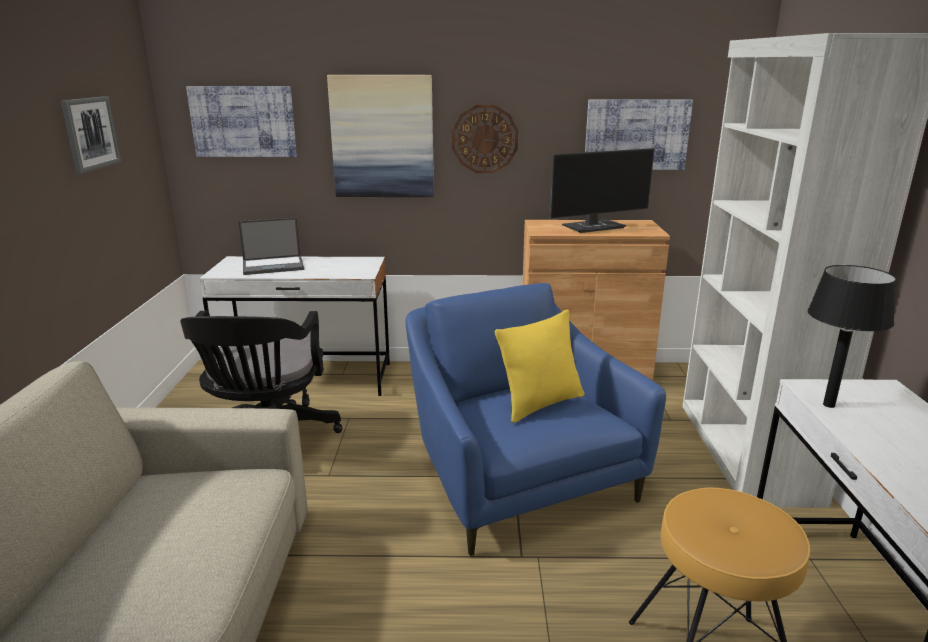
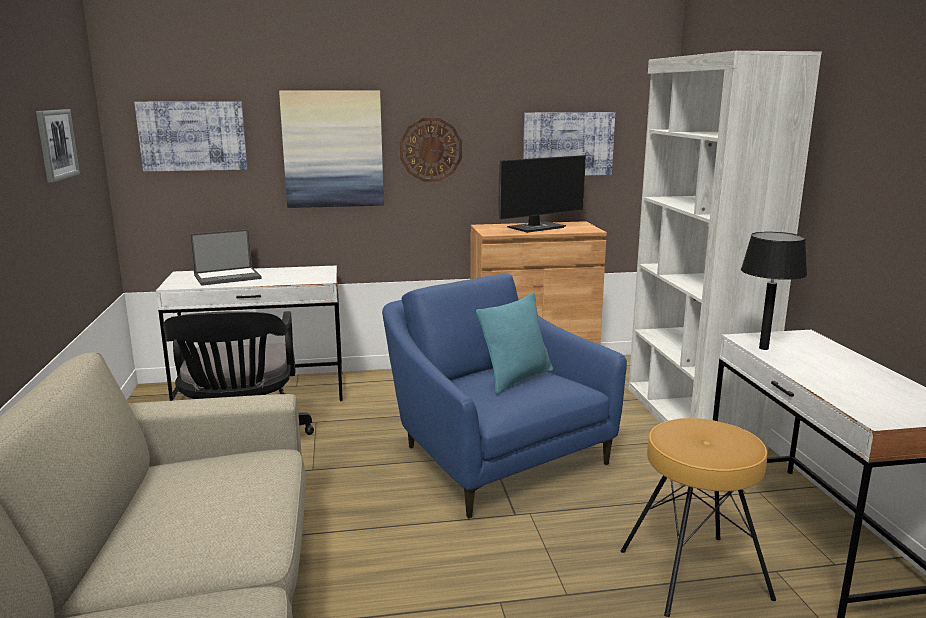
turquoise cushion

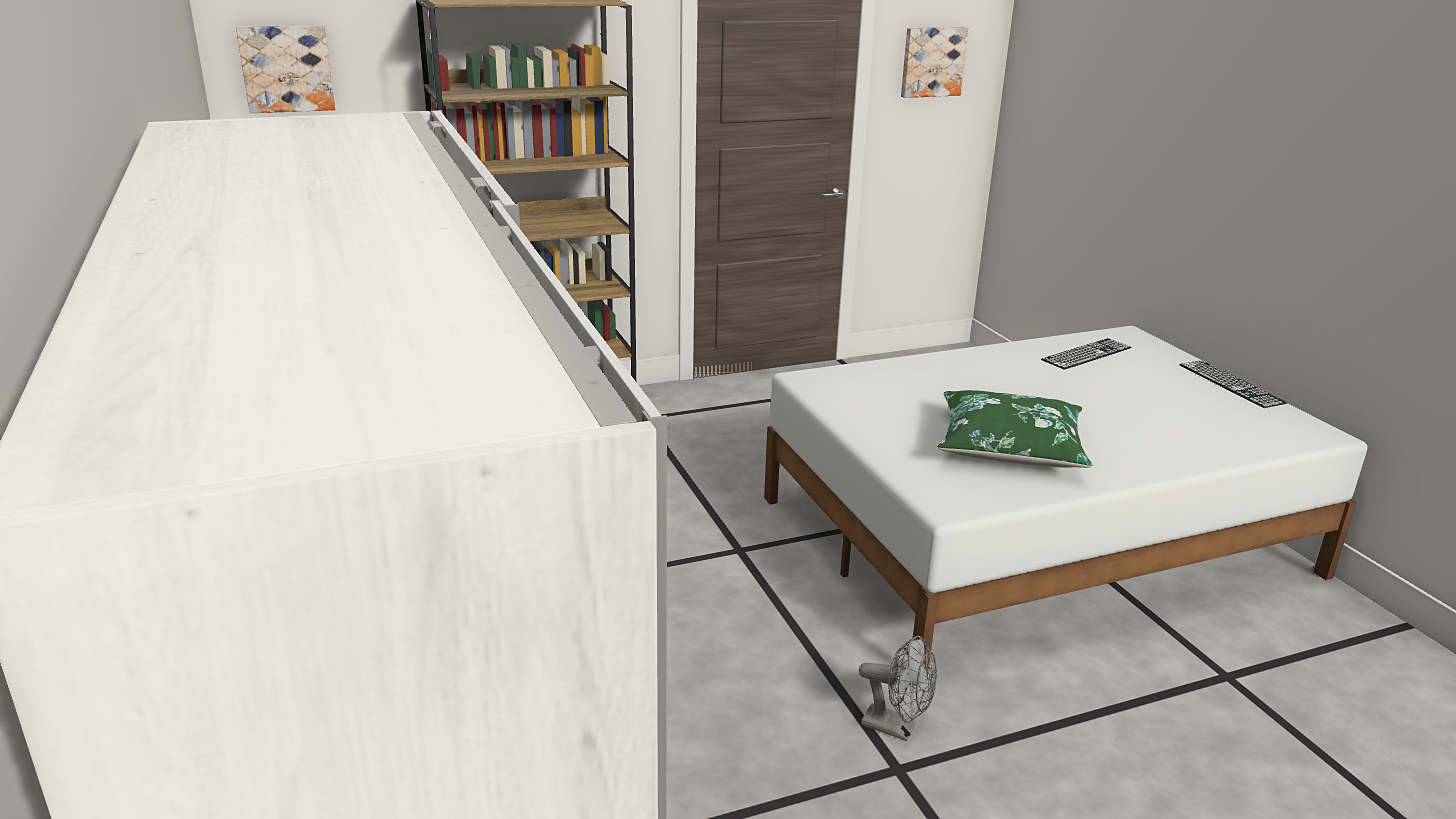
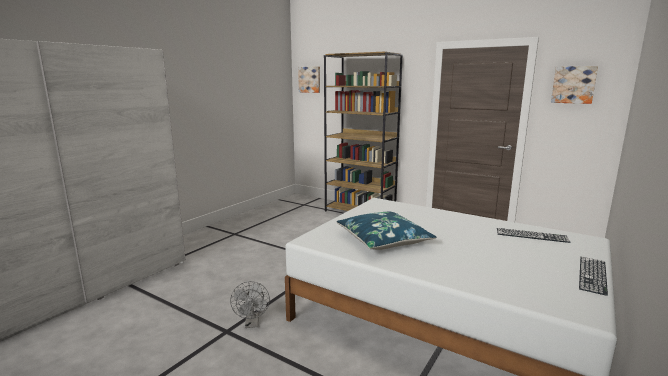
bluish cushion

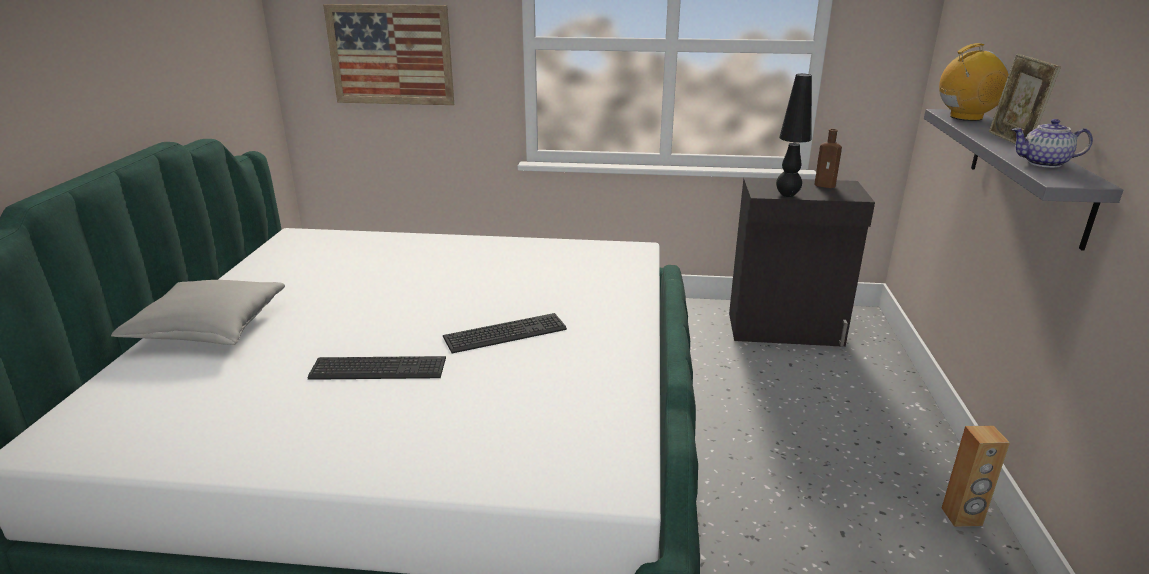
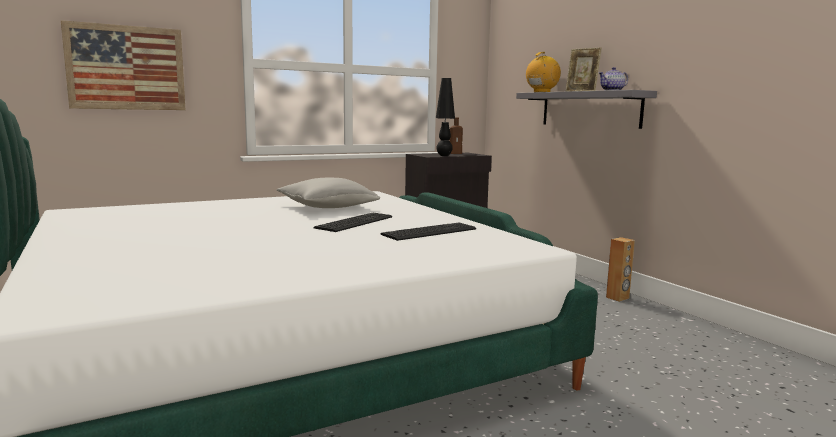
gray cushion
computer keyboard (2nd from left)

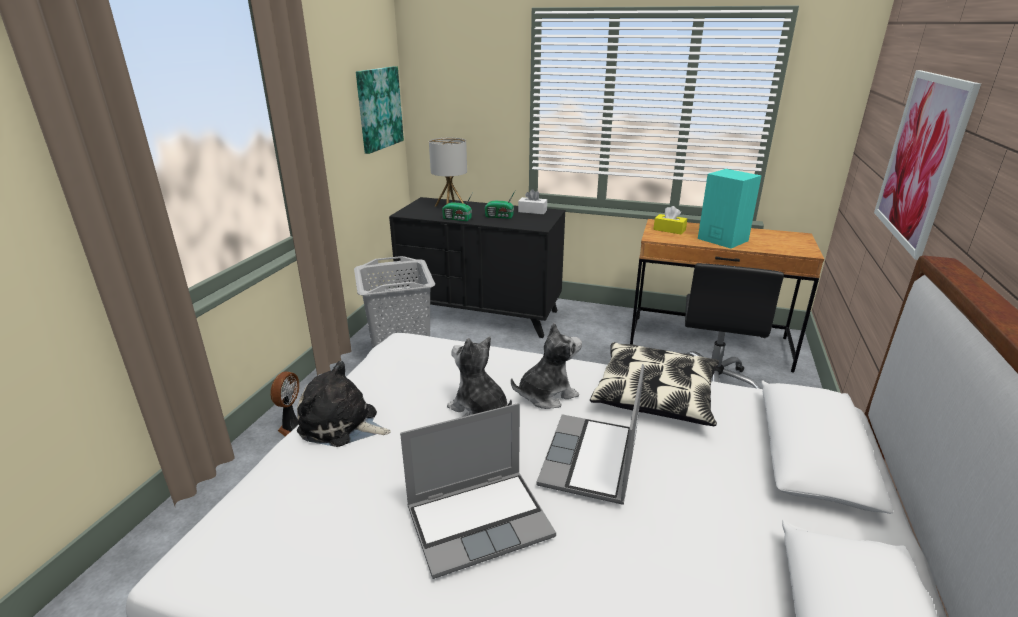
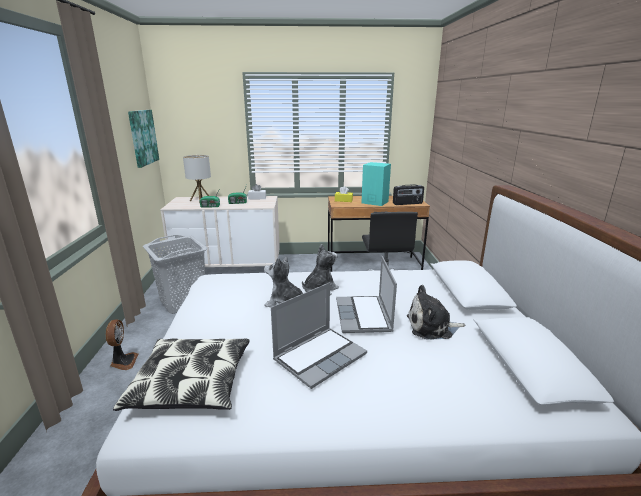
wall art (2nd from left in the first image)
beige dresser
cushion
plush toy (3rd from left)
radio receiver (3rd from left)

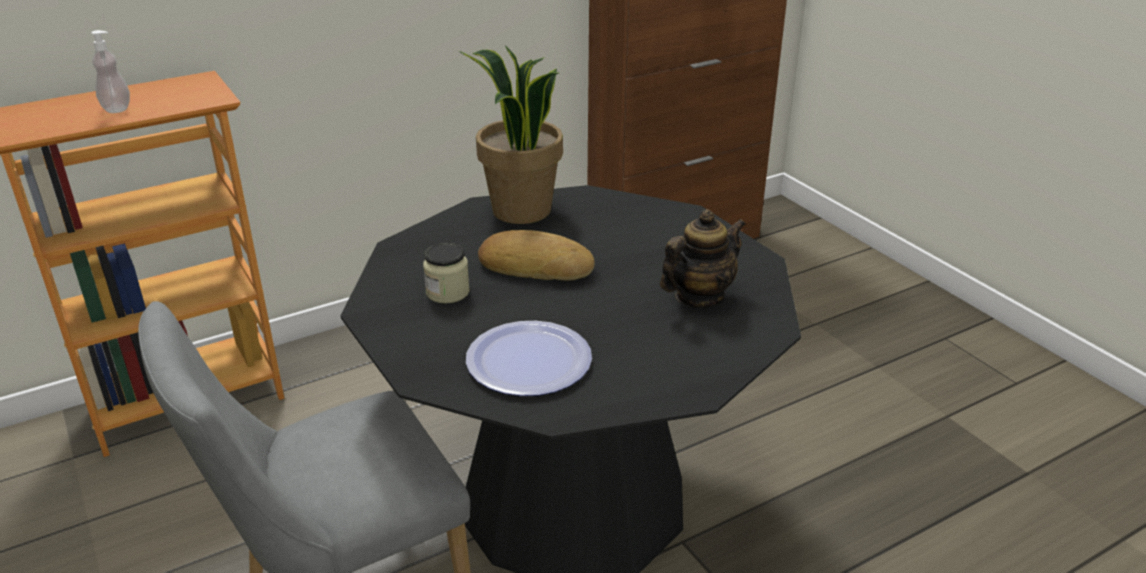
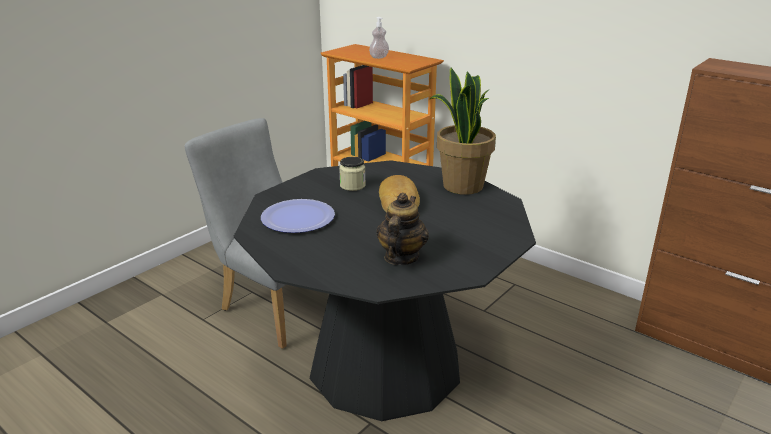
tea pot

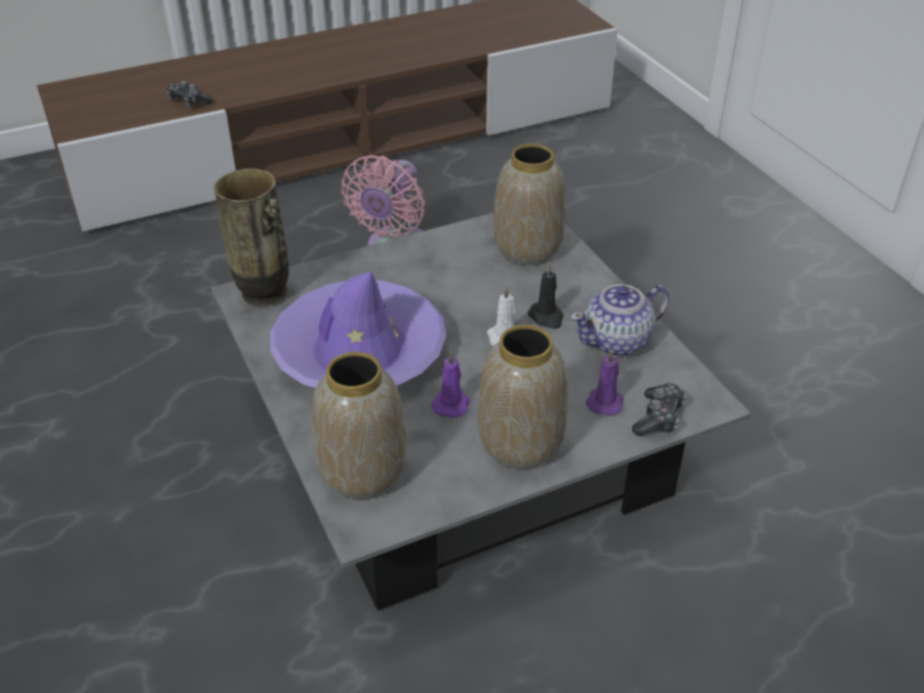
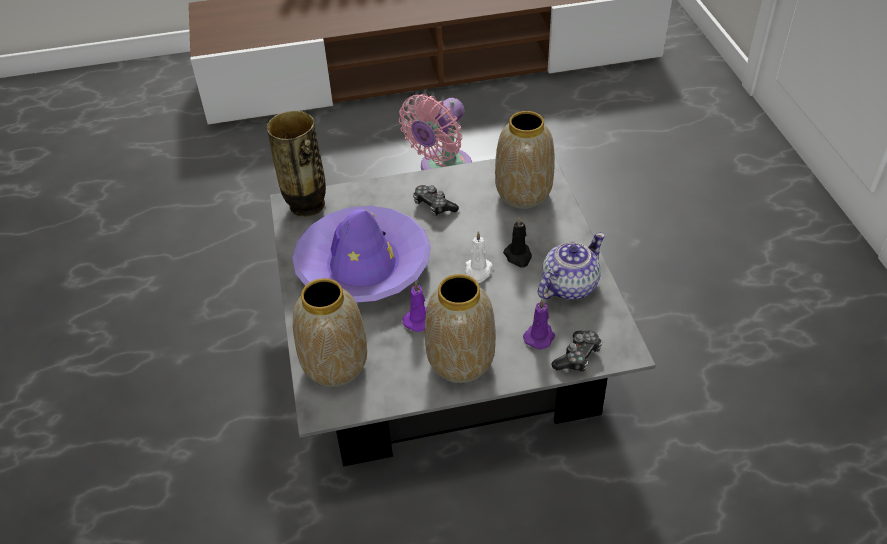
game controller (1st from left)
tea pot

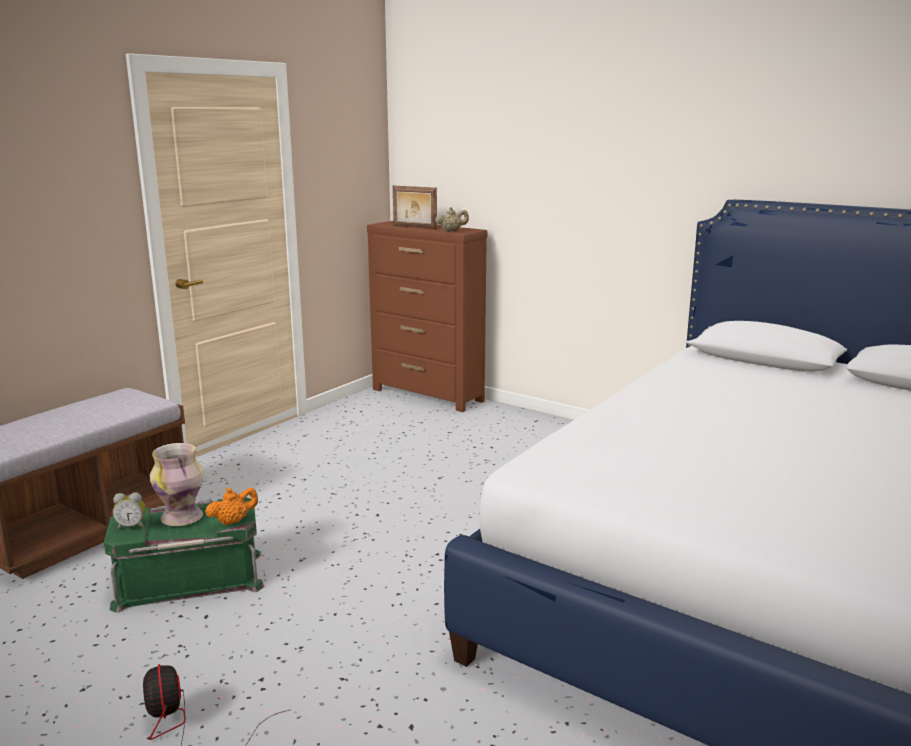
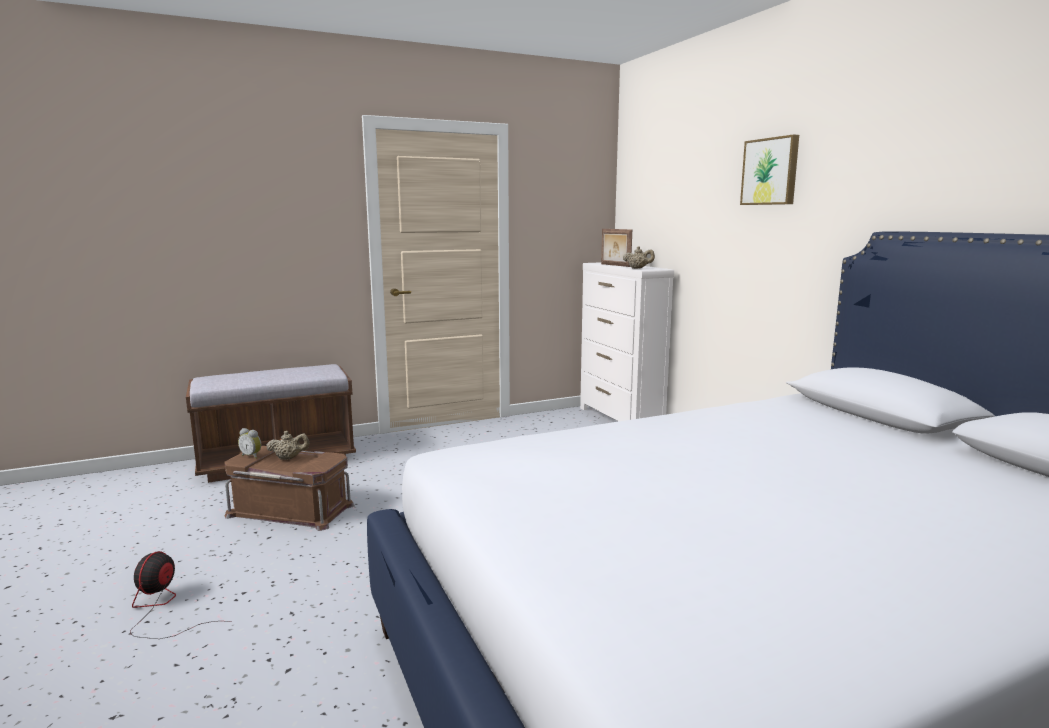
white-coloured dresser
beige tea pot (1st from left)
orange tea pot
brown-coloured storage bin
wall art

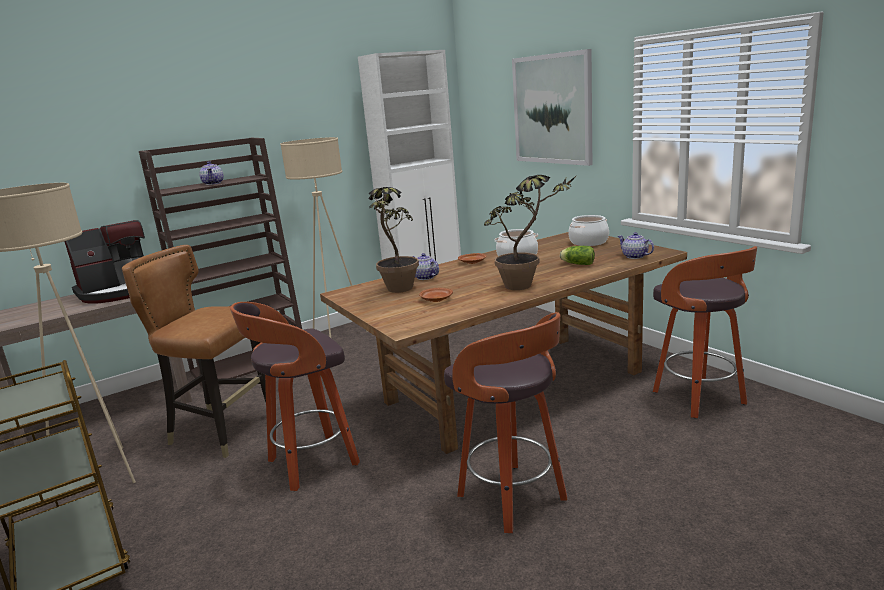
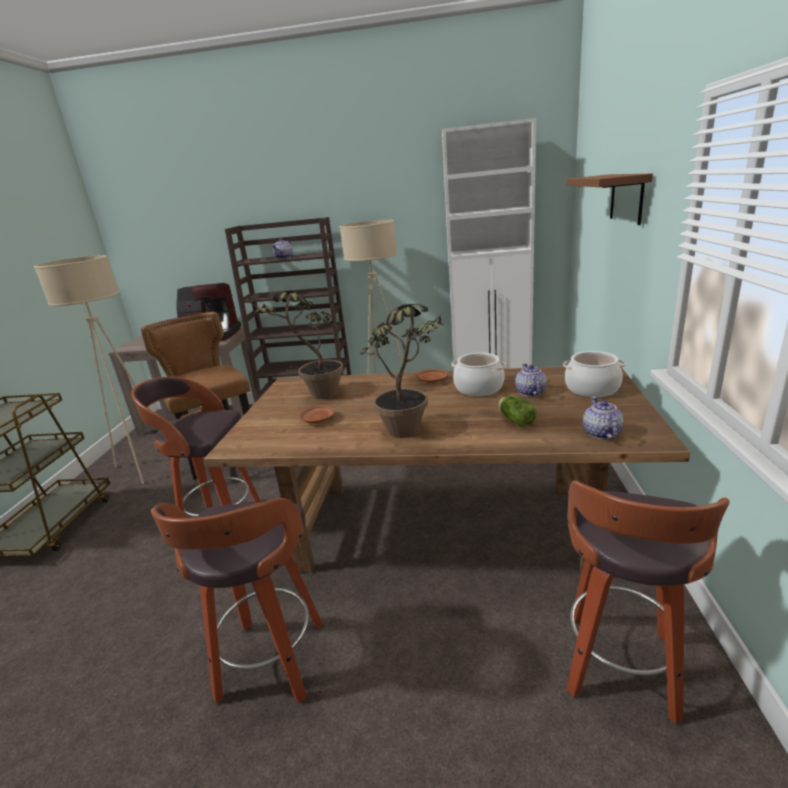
brown-coloured shelf
tea pot (2nd from left)

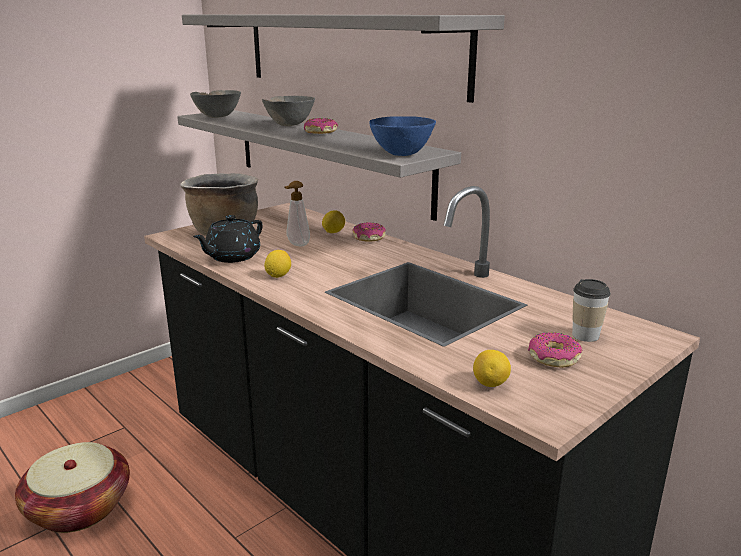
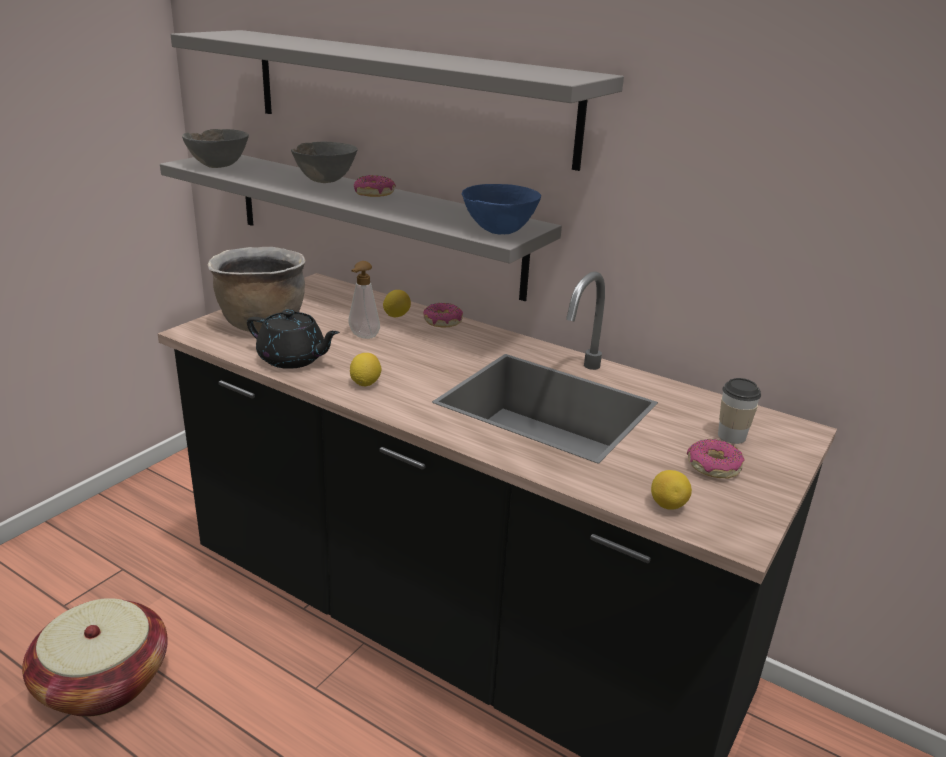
black tea pot

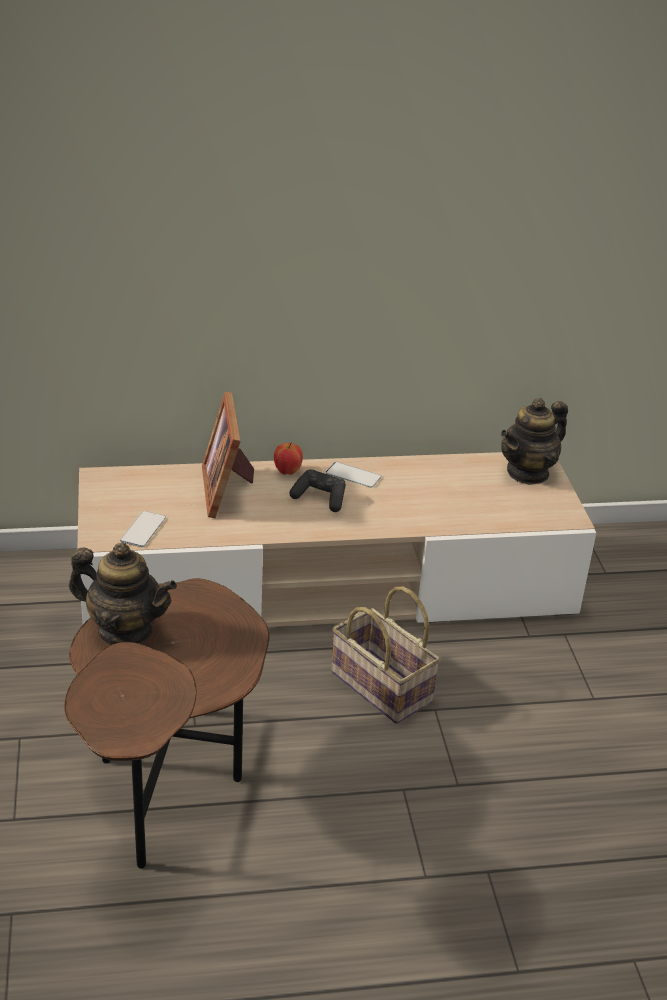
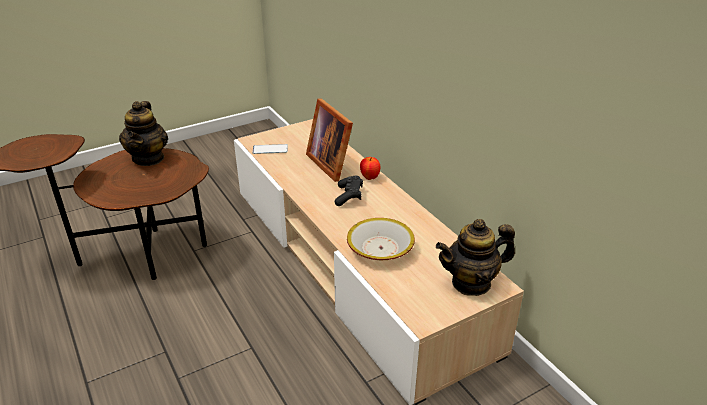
standing frame
tea pot (2nd from left)
handset (2nd from left in the first image)
household basket
deep dish

